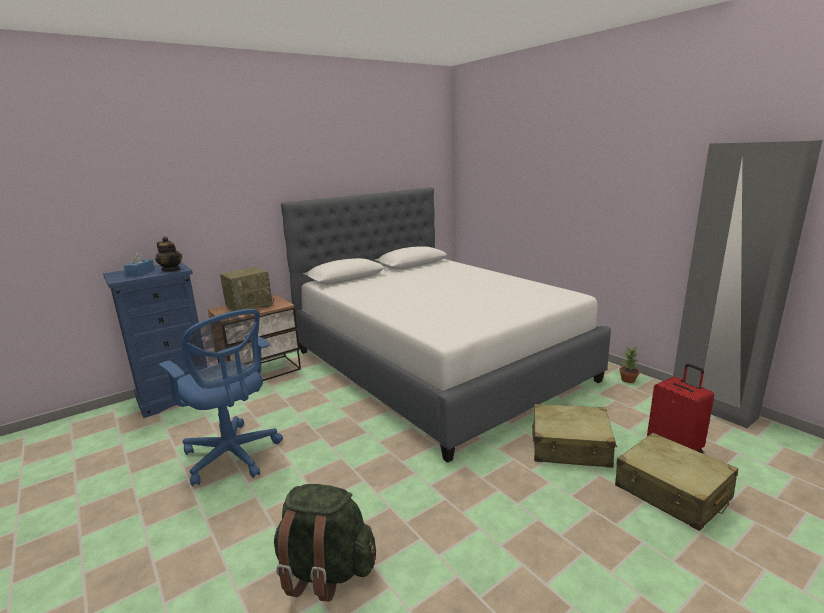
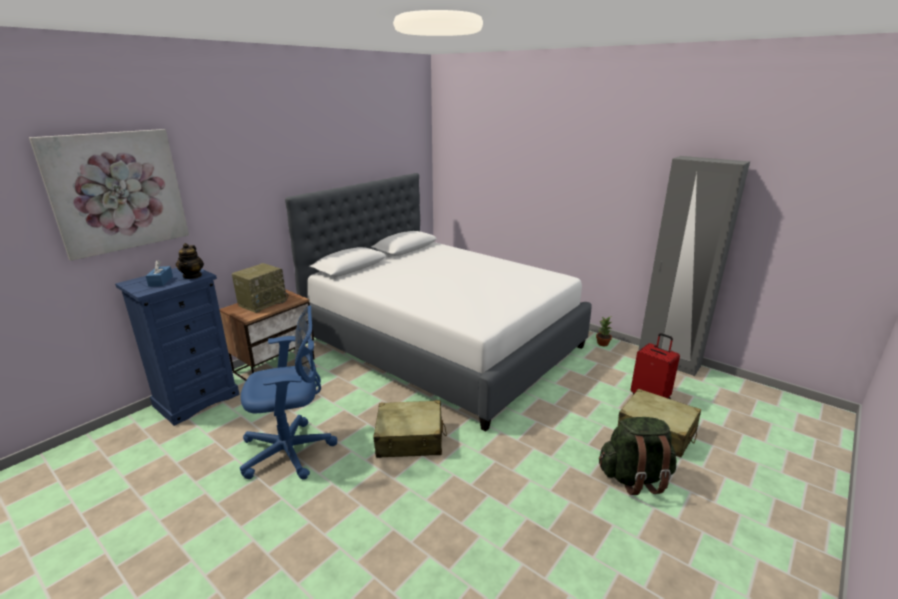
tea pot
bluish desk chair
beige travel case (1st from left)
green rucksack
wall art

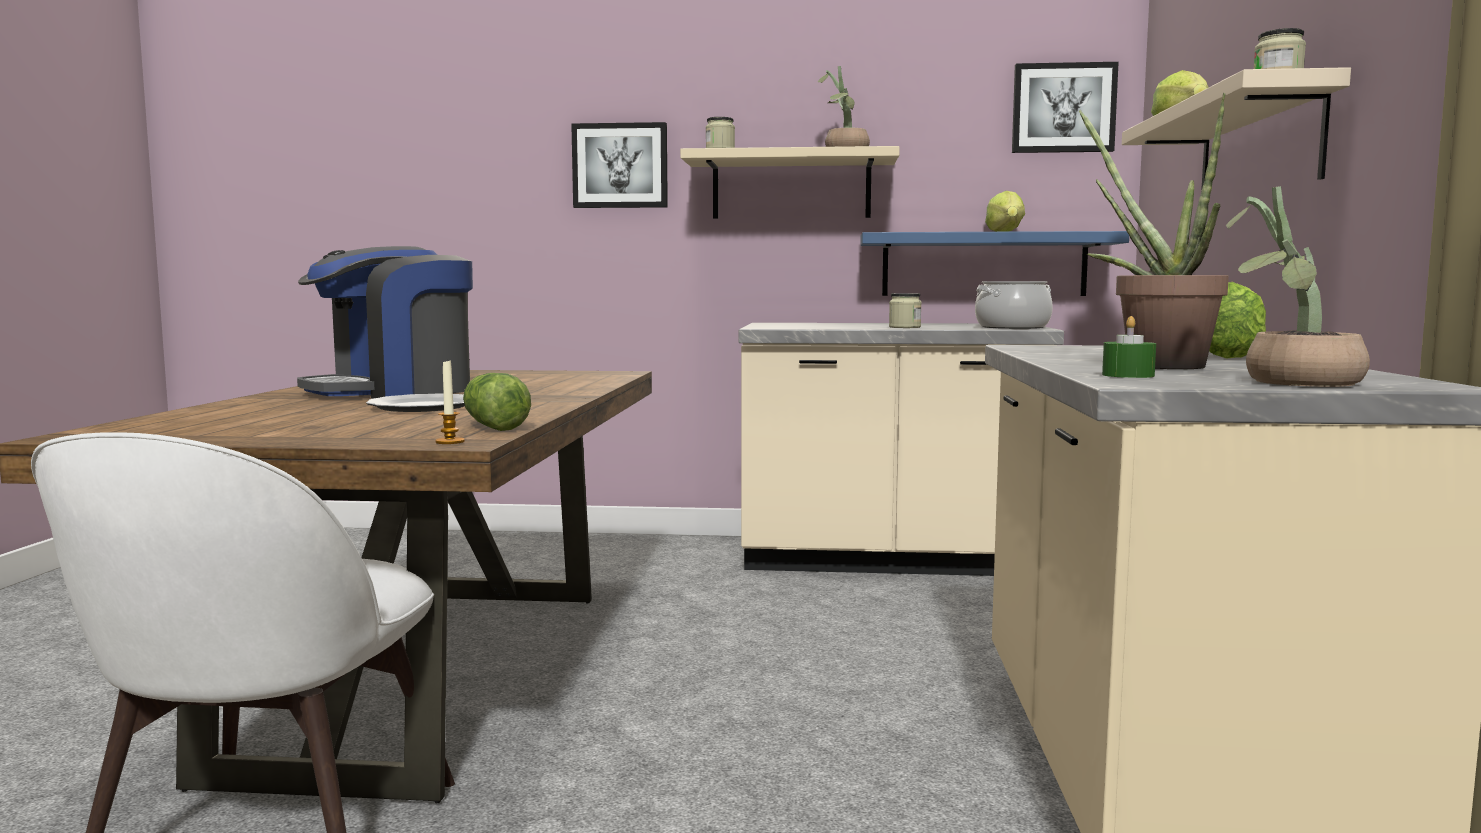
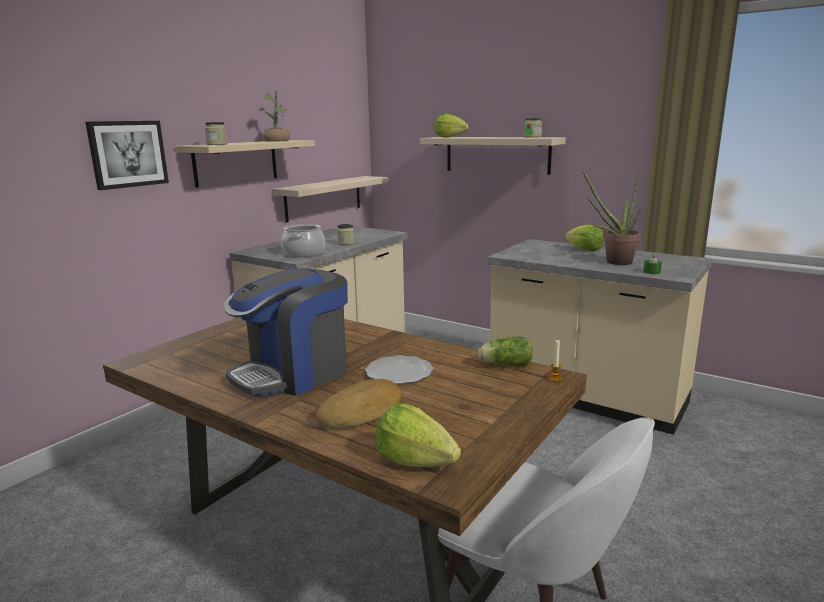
wall art (2nd from left in the first image)
potted plant (3rd from left in the first image)
lettuce (1st from left)
beige shelf (2nd from left)
coffee maker
stockpot
bakery bread

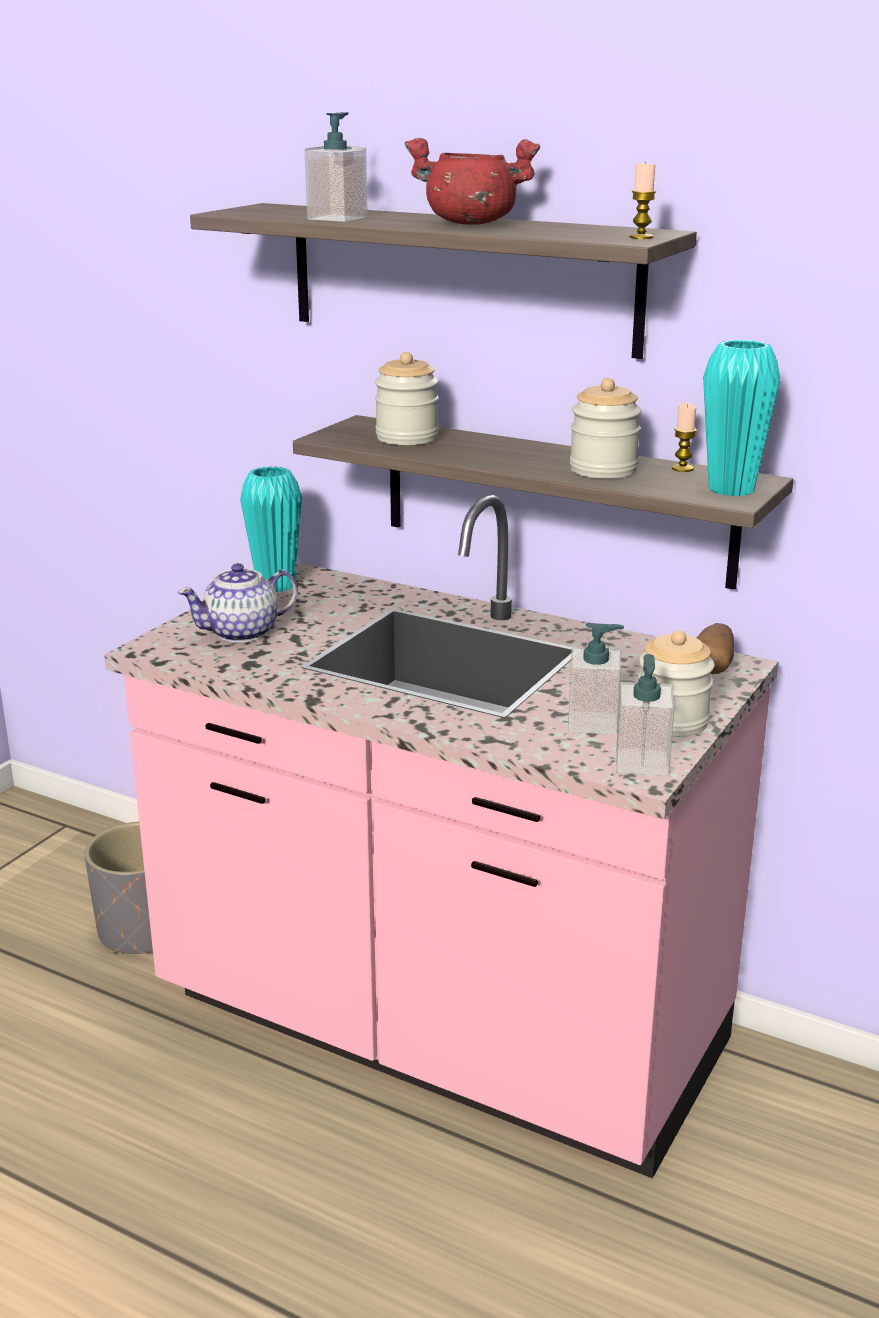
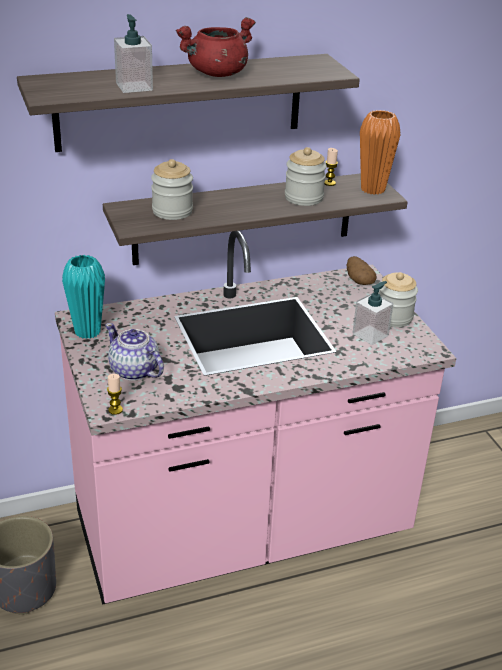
candle (1st from left)
orange flower vase
tea pot
soap bottle (3rd from left in the first image)

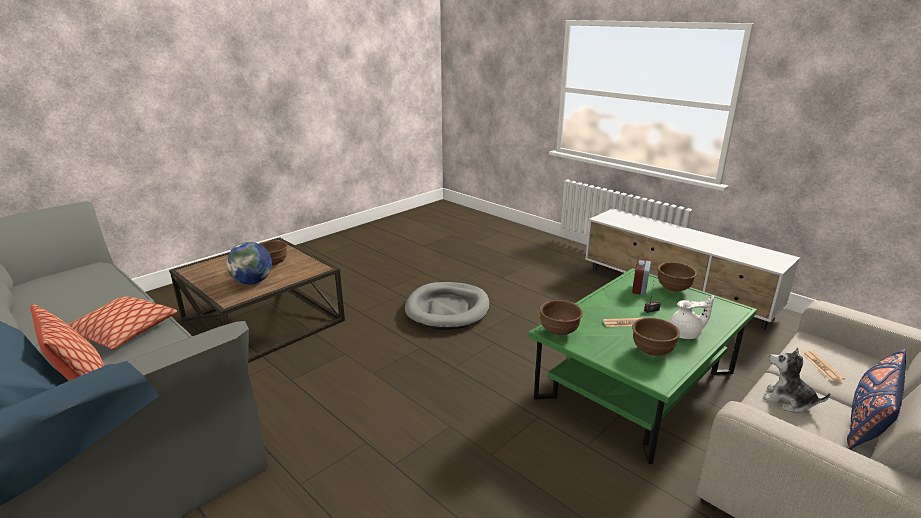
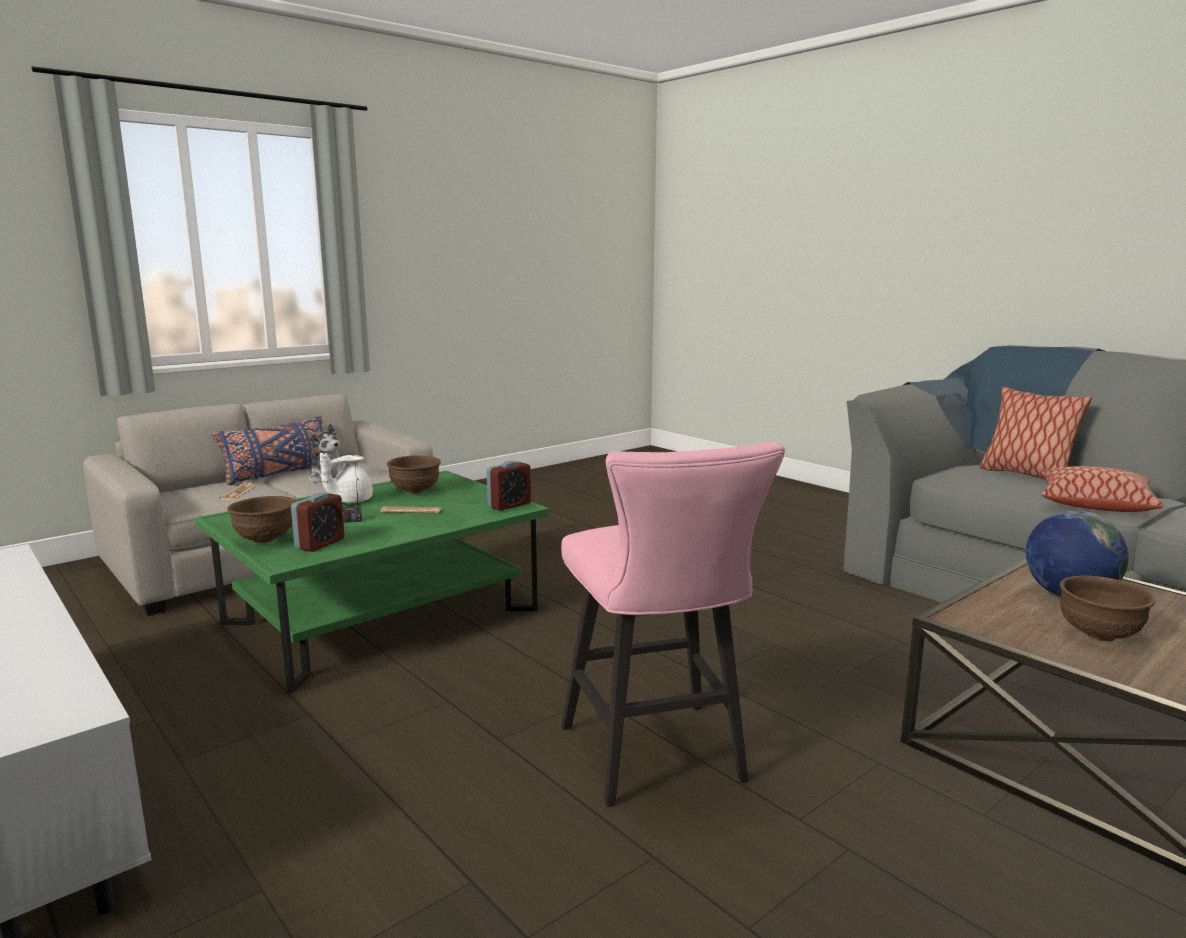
pink-coloured stool
white-coloured tea pot
table clock (2nd from left)

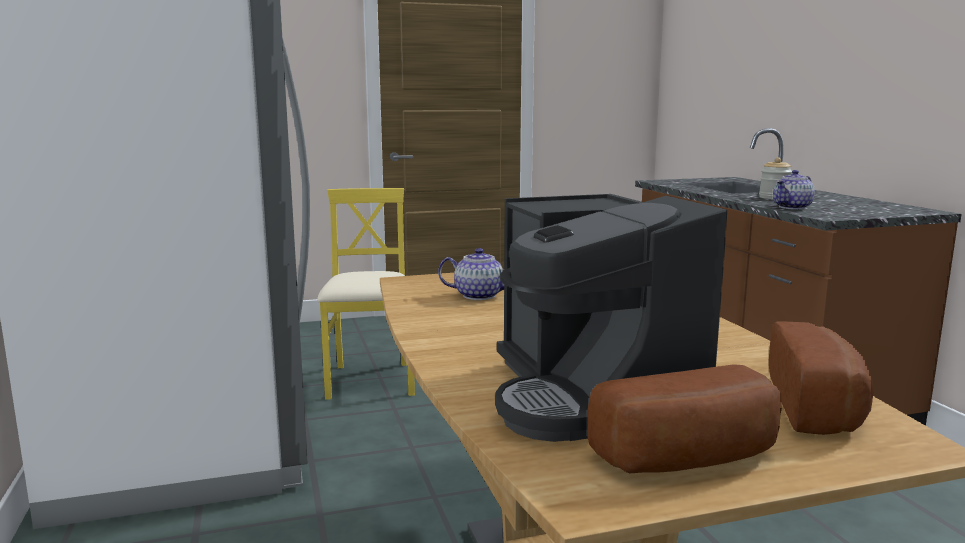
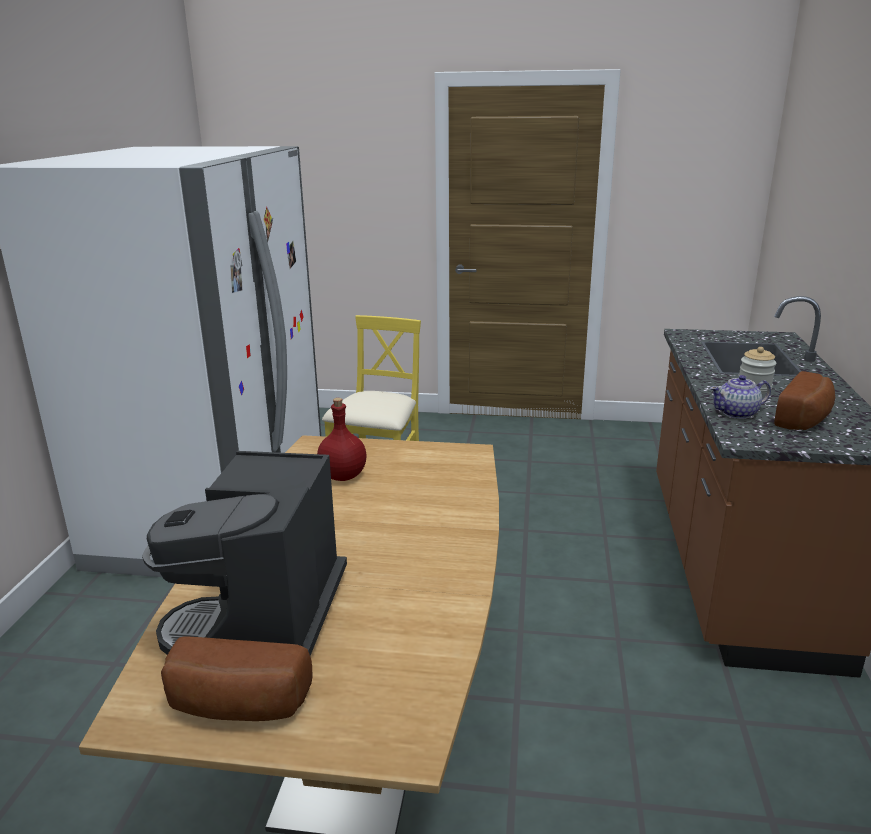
reddish bottle
bakery bread (2nd from left)

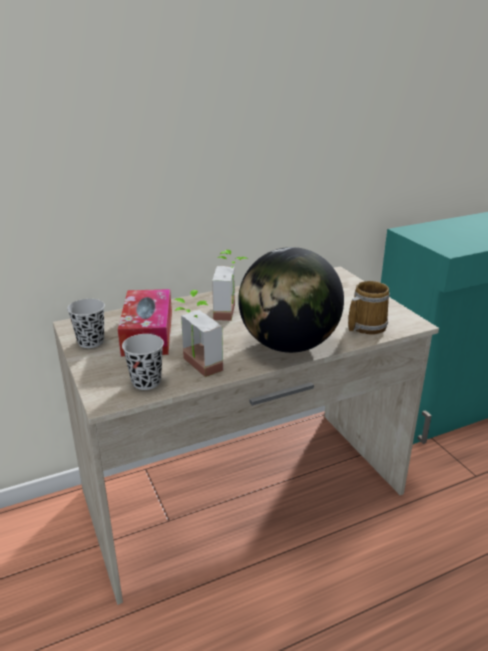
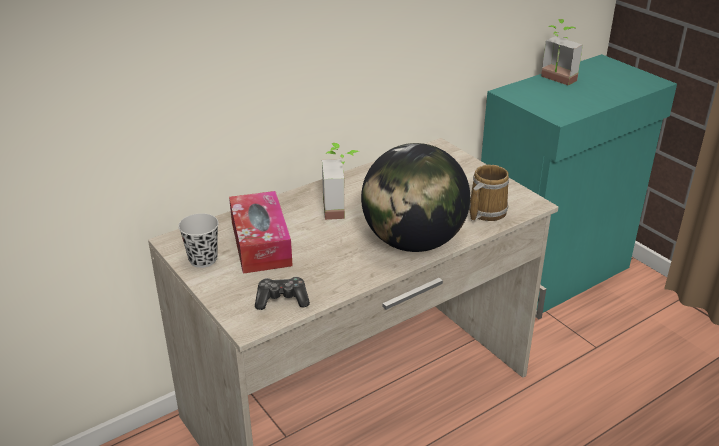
potted plant (2nd from left)
game controller

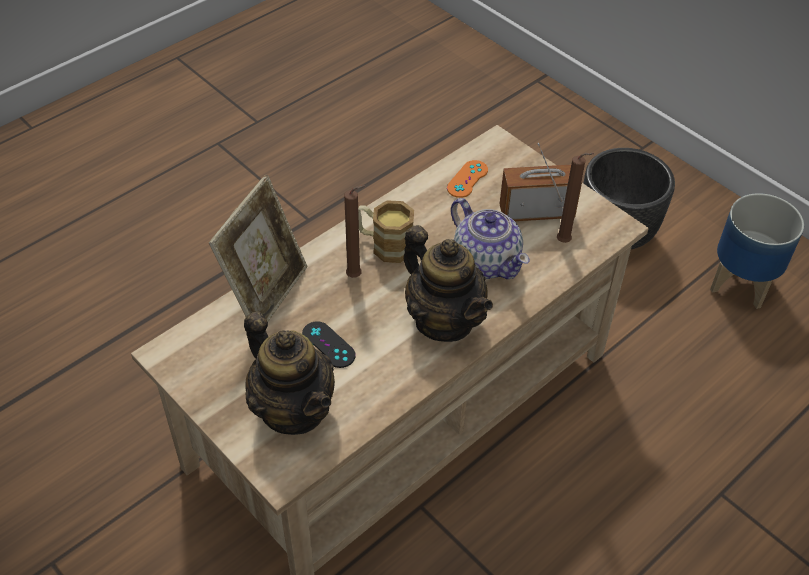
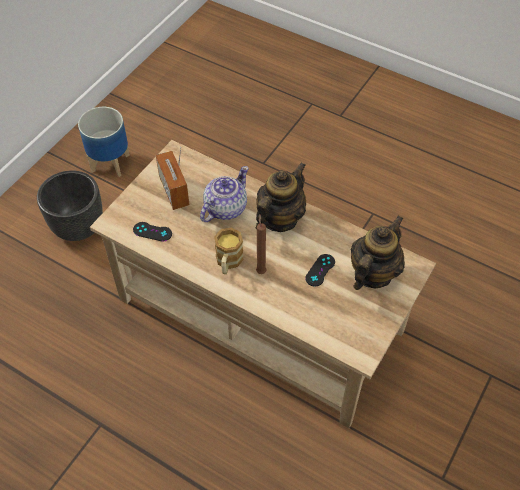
brown-coloured candle (2nd from left in the first image)
black game controller (1st from left)
standing frame

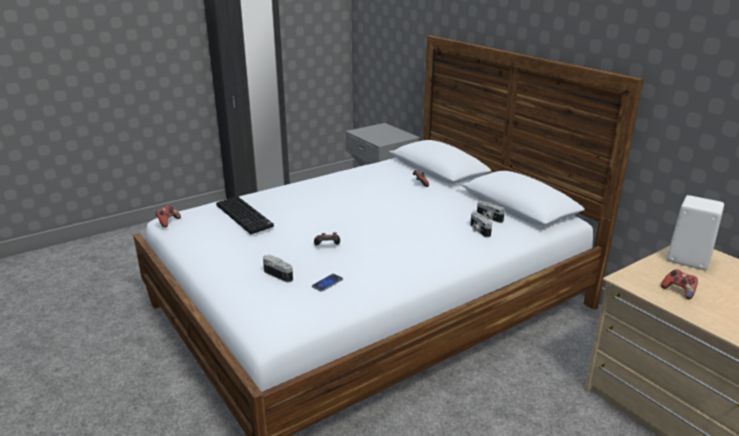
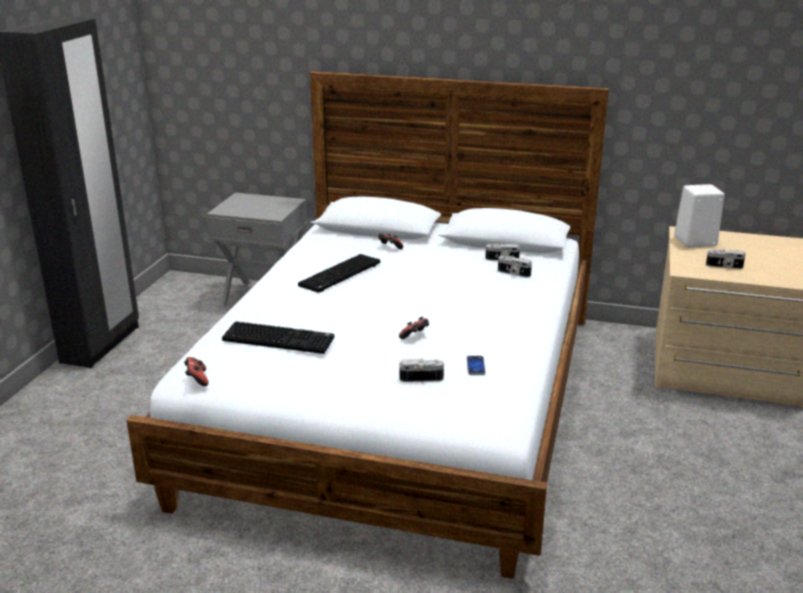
photo camera (4th from left)
computer keyboard (2nd from left)

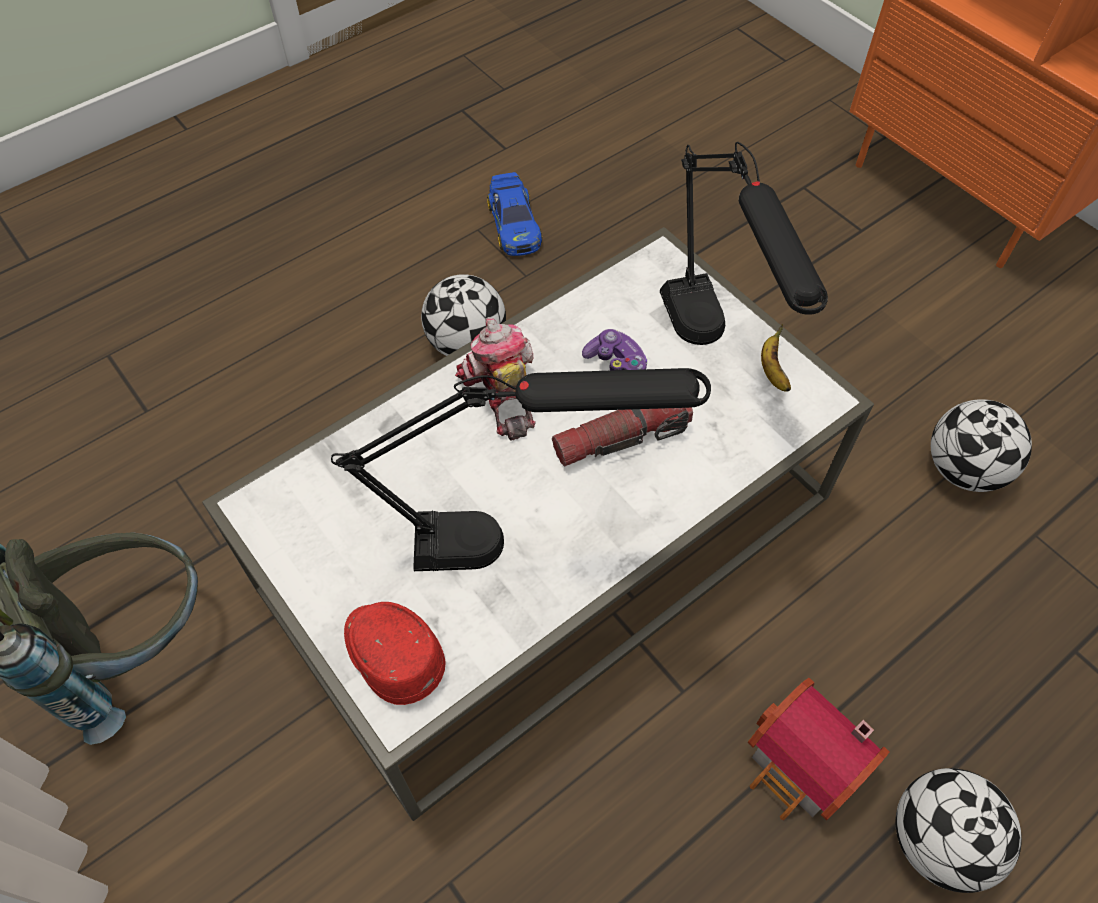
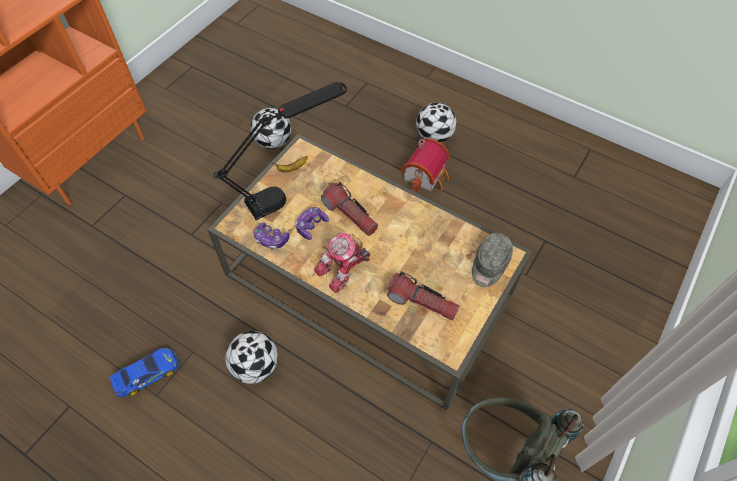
brown-coloured low table
black tabletop lamp (1st from left in the first image)
gray peaked cap
game controller (1st from left)
flashlight (2nd from left)

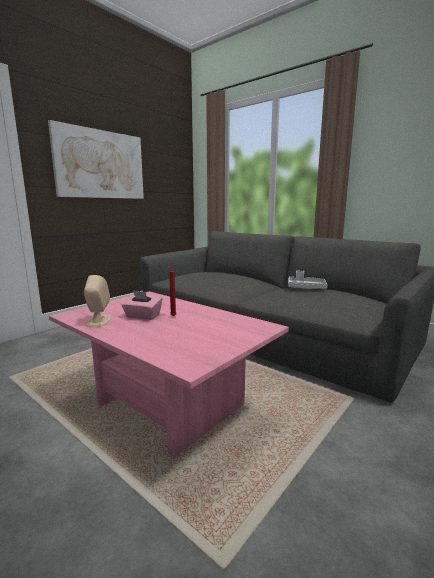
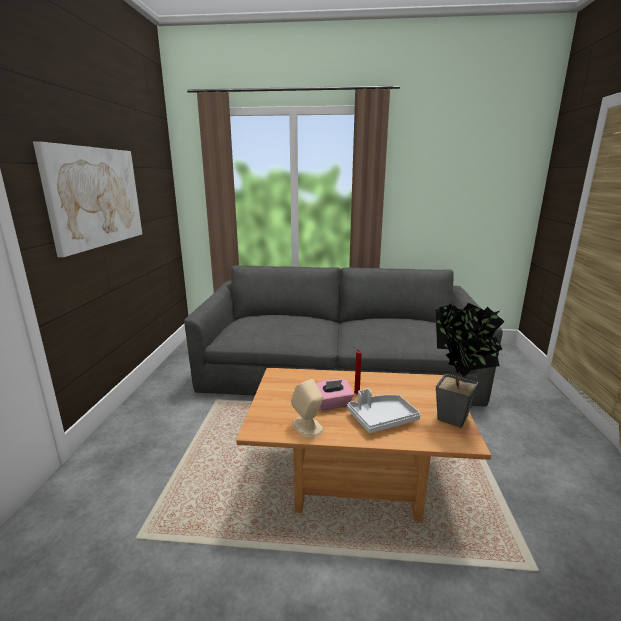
gray carrying tray
brown-coloured low table
potted plant

